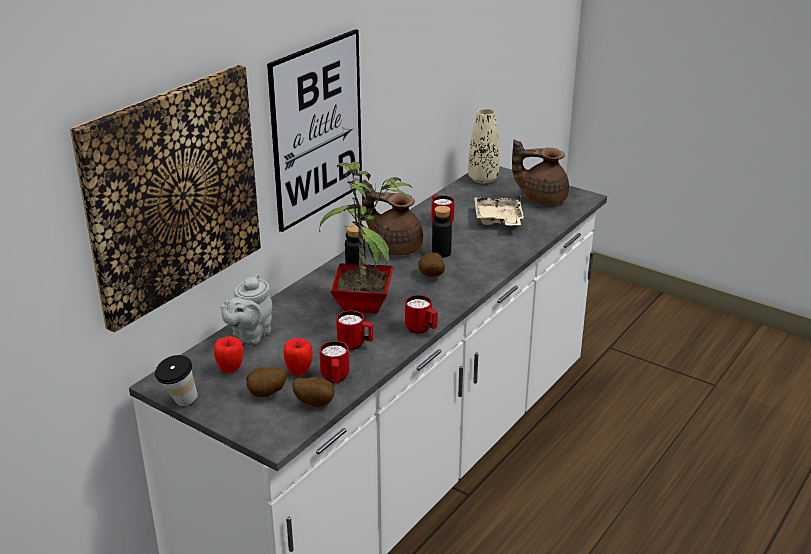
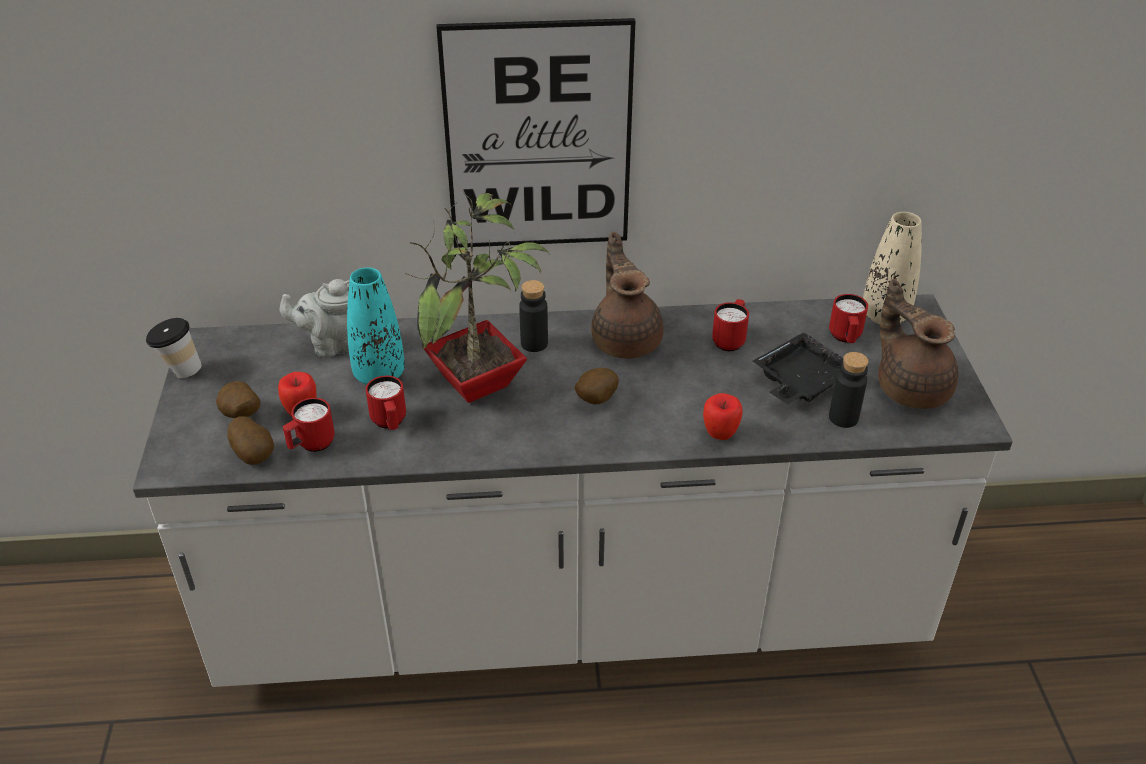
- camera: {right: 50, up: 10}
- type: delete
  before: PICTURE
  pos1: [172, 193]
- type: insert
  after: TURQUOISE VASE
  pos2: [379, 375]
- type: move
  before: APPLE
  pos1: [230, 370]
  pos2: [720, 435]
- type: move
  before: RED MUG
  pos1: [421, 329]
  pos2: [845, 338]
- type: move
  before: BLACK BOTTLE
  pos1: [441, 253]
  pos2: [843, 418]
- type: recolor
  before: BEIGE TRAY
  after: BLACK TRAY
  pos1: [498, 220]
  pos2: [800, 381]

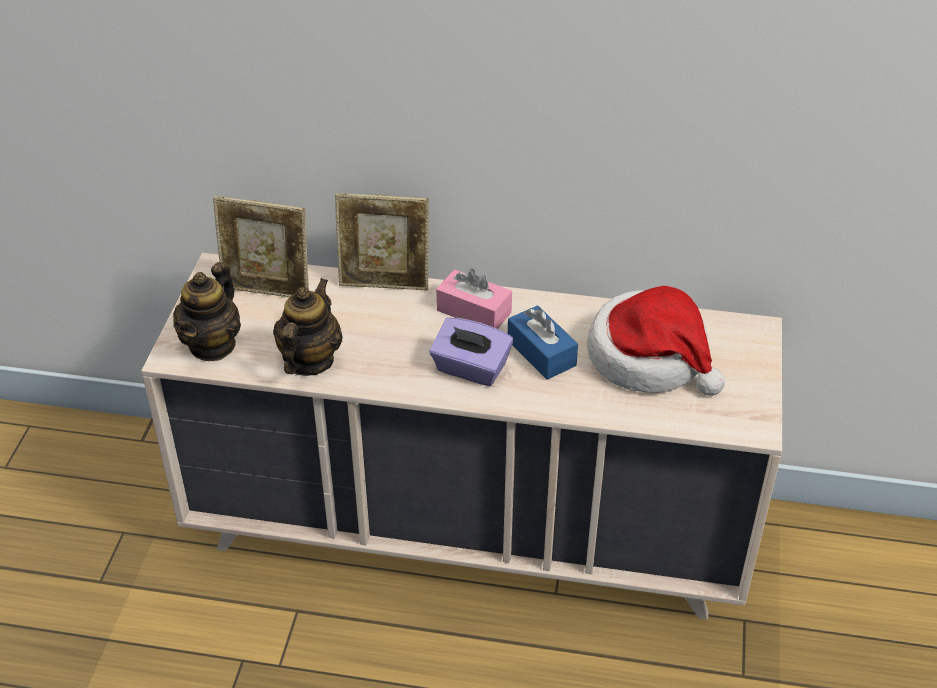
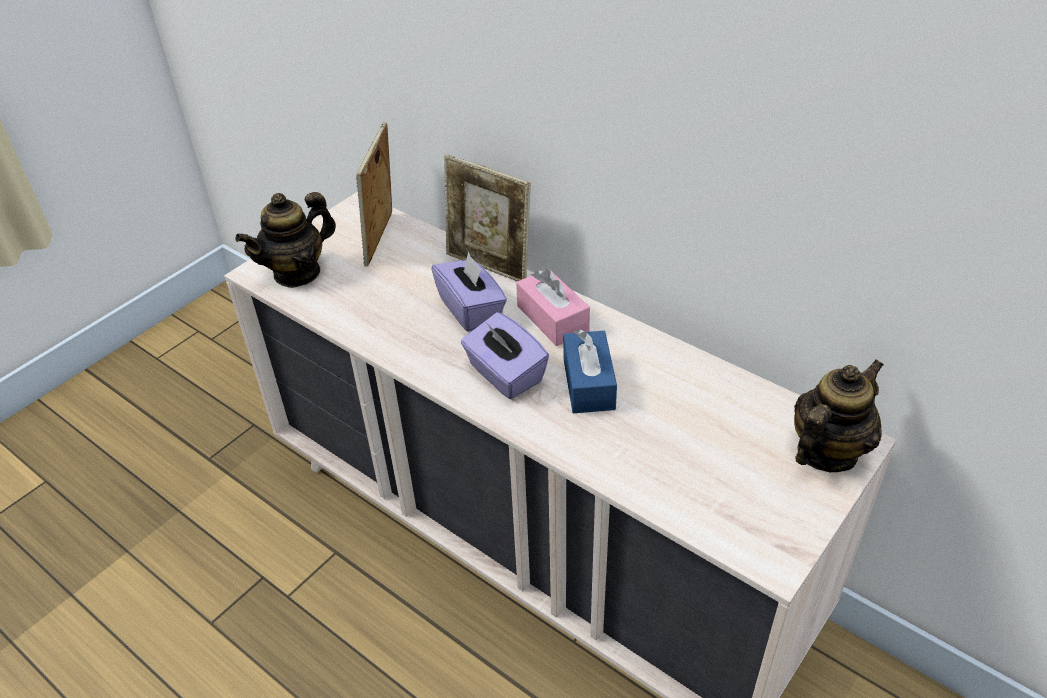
- camera: {right: 30, up: 0}
- type: delete
  before: HAT
  pos1: [650, 358]
- type: insert
  after: PURPLE TISSUE BOX
  pos2: [471, 309]
- type: move
  before: TEAPOT
  pos1: [309, 361]
  pos2: [826, 452]
- type: rotate
  before: PICTURE FRAME
  pos1: [268, 291]
  pos2: [382, 240]
  turn: 60

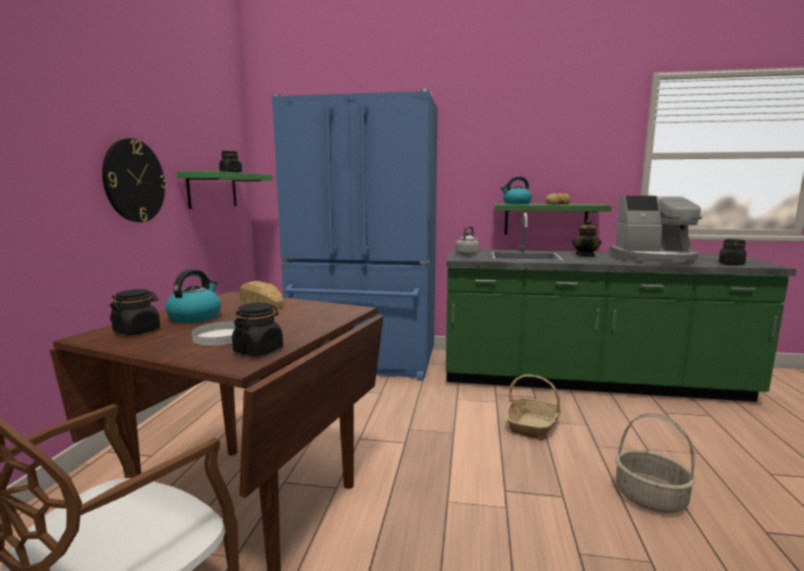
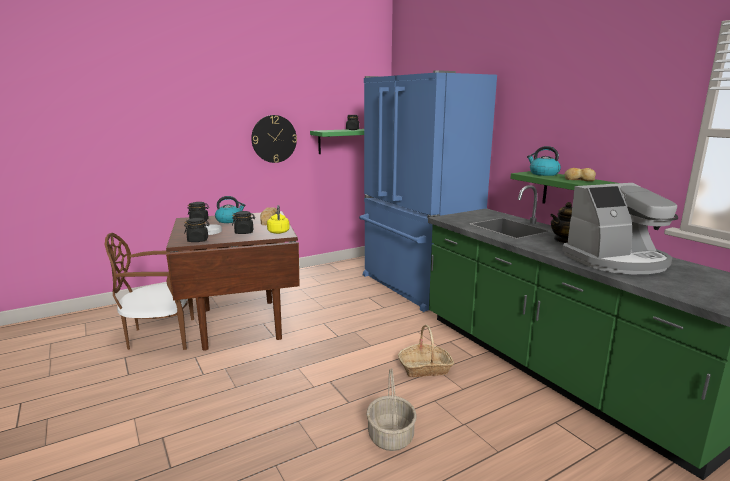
- camera: {right: 50, up: 5}
- type: delete
  before: GREY KETTLE
  pos1: [467, 254]
- type: insert
  after: YELLOW KETTLE
  pos2: [278, 231]
- type: move
  before: BLACK JAR
  pos1: [731, 264]
  pos2: [244, 232]
- type: rotate
  before: COFFEE MACHINE
  pos1: [653, 259]
  pos2: [617, 261]
  turn: -75

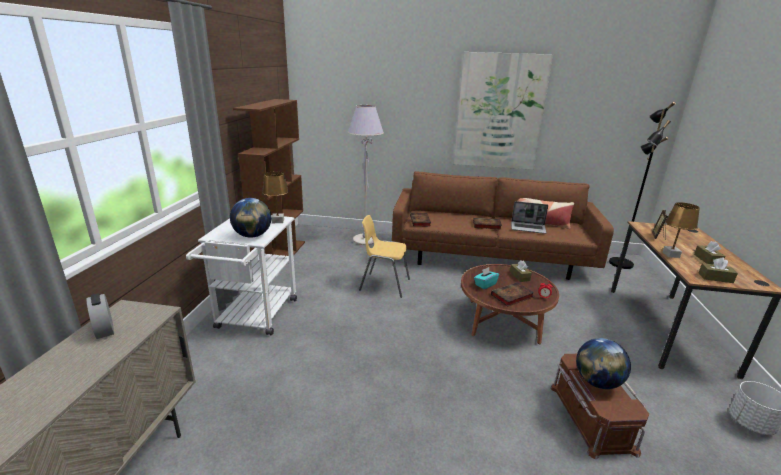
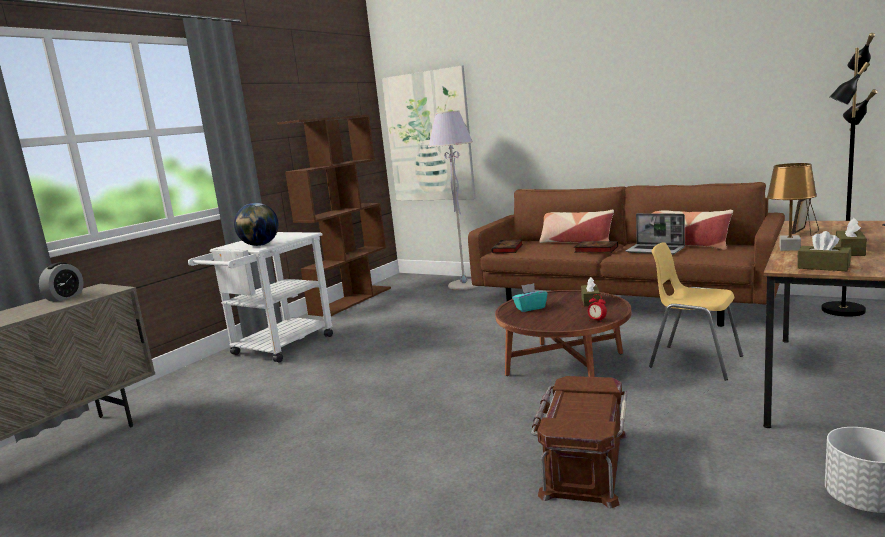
- camera: {right: 25, up: -10}
- type: delete
  before: BROWN TABLE LAMP
  pos1: [278, 221]
- type: delete
  before: BOOK
  pos1: [511, 296]
- type: delete
  before: GLOBE
  pos1: [597, 382]
- type: insert
  after: PILLOW
  pos2: [575, 242]
- type: move
  before: YELLOW CHAIR
  pos1: [384, 285]
  pos2: [694, 362]
- type: move
  before: PICTURE
  pos1: [500, 112]
  pos2: [428, 137]
- type: rotate
  before: ALARM CLOCK
  pos1: [104, 330]
  pos2: [65, 297]
  turn: -150

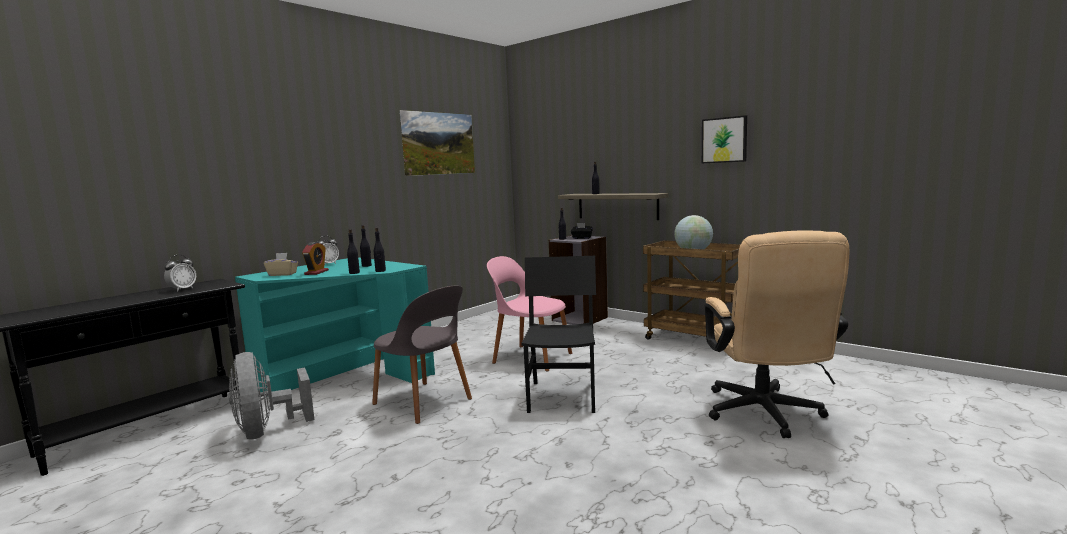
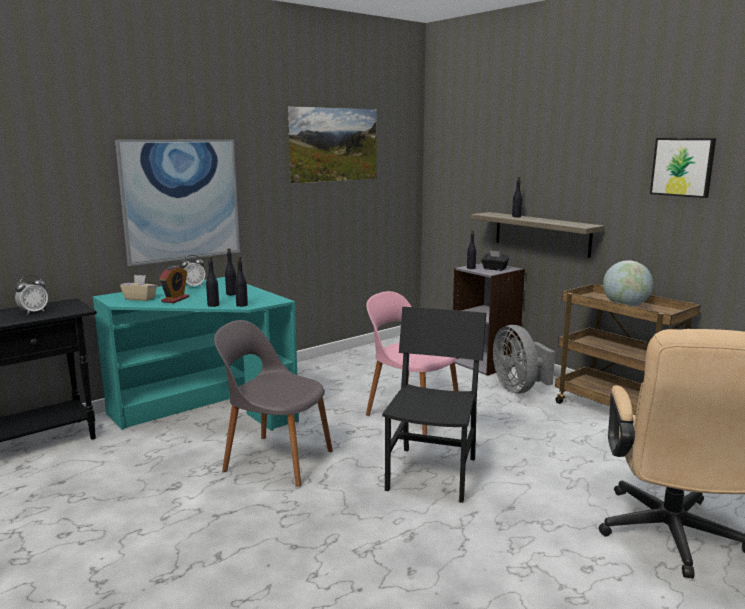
- camera: {right: 10, up: 5}
- type: insert
  after: PICTURE
  pos2: [181, 200]
- type: move
  before: GREY FAN
  pos1: [267, 431]
  pos2: [519, 389]
- type: rotate
  before: GREY CHAIR
  pos1: [423, 402]
  pos2: [276, 459]
  turn: 150

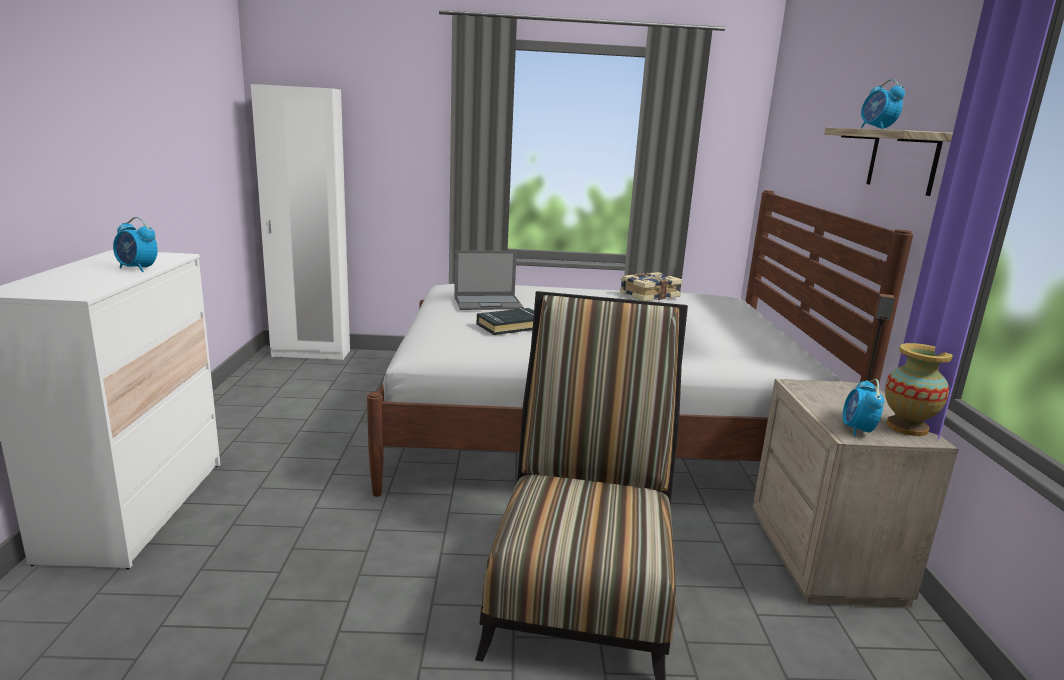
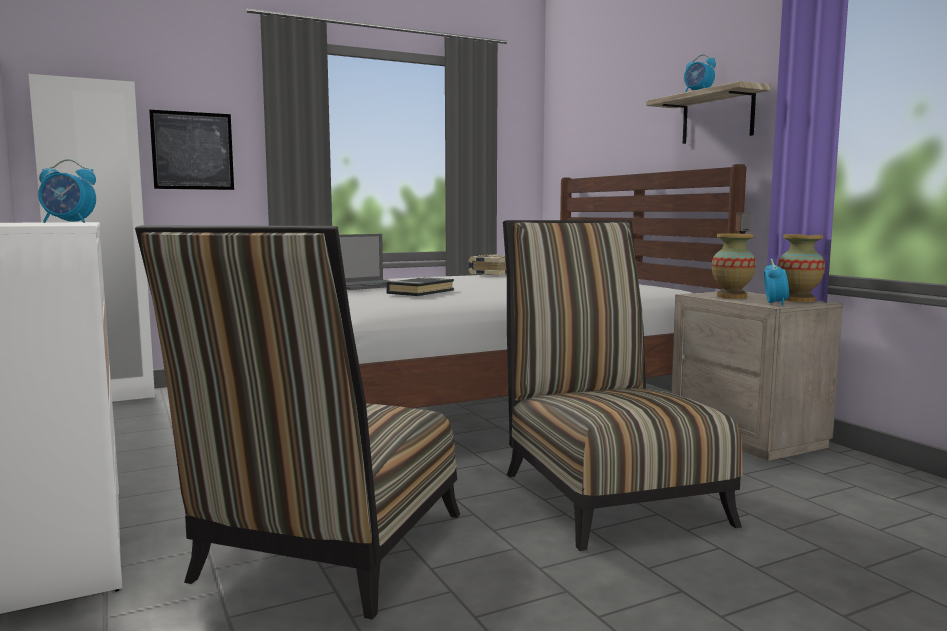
- camera: {right: -25, up: -10}
- type: insert
  after: CHAIR
  pos2: [325, 553]
- type: insert
  after: PICTURE
  pos2: [192, 151]
- type: insert
  after: VASE
  pos2: [732, 297]
- type: rotate
  before: ALARM CLOCK
  pos1: [857, 430]
  pos2: [775, 303]
  turn: -150

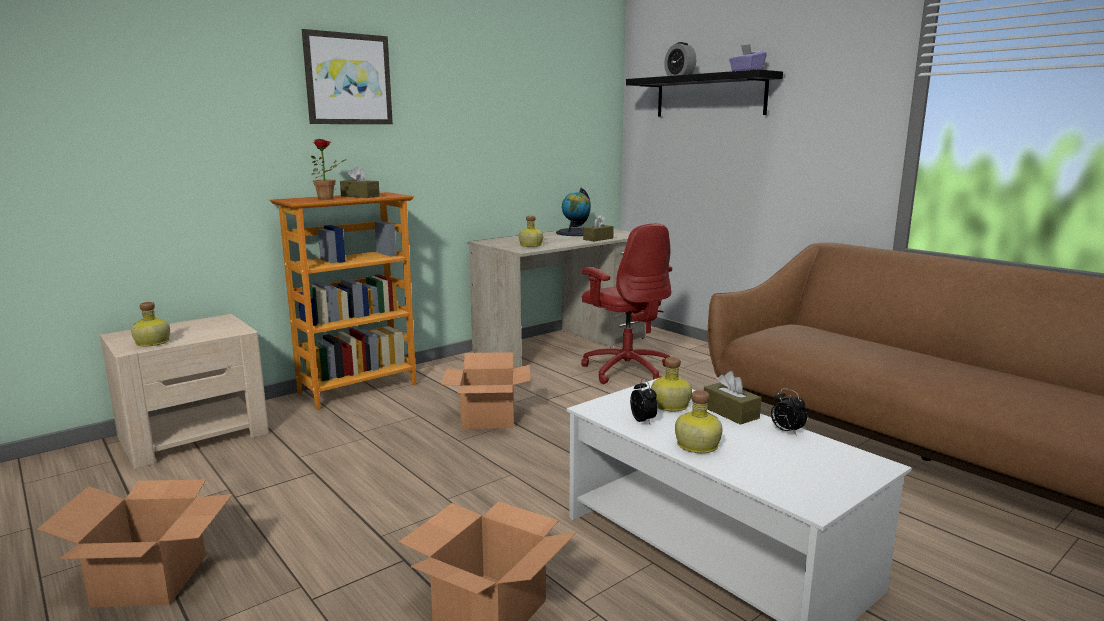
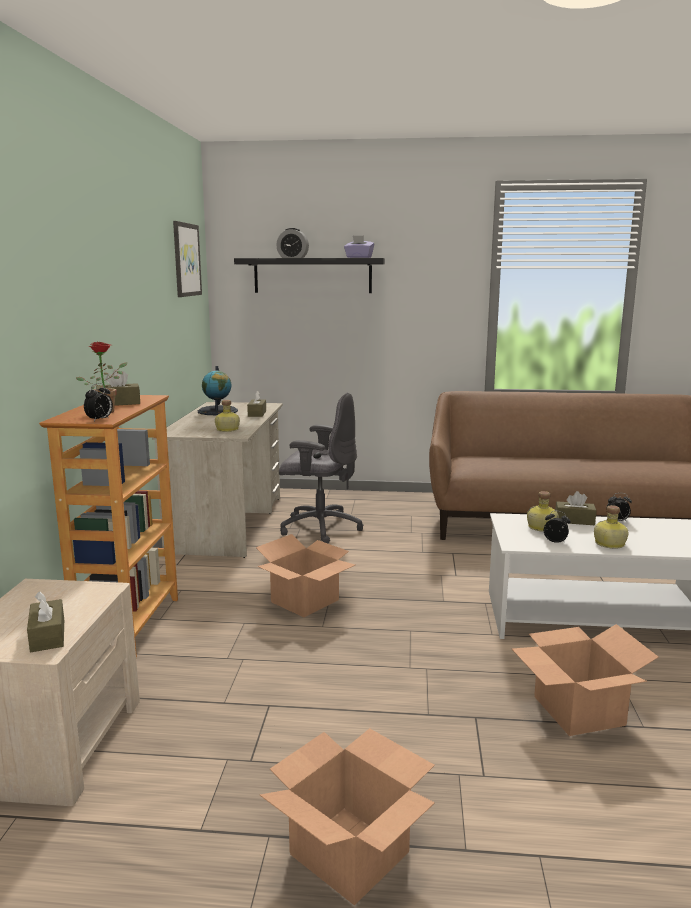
- camera: {right: -45, up: 0}
- type: insert
  after: ALARM CLOCK
  pos2: [100, 420]
- type: move
  before: PICTURE
  pos1: [348, 79]
  pos2: [186, 260]
- type: replace
  before: BOTTLE
  after: BROWN TISSUE BOX
  pos1: [152, 343]
  pos2: [47, 636]
- type: recolor
  before: RED OFFICE CHAIR
  after: GREY OFFICE CHAIR
  pos1: [626, 370]
  pos2: [319, 528]

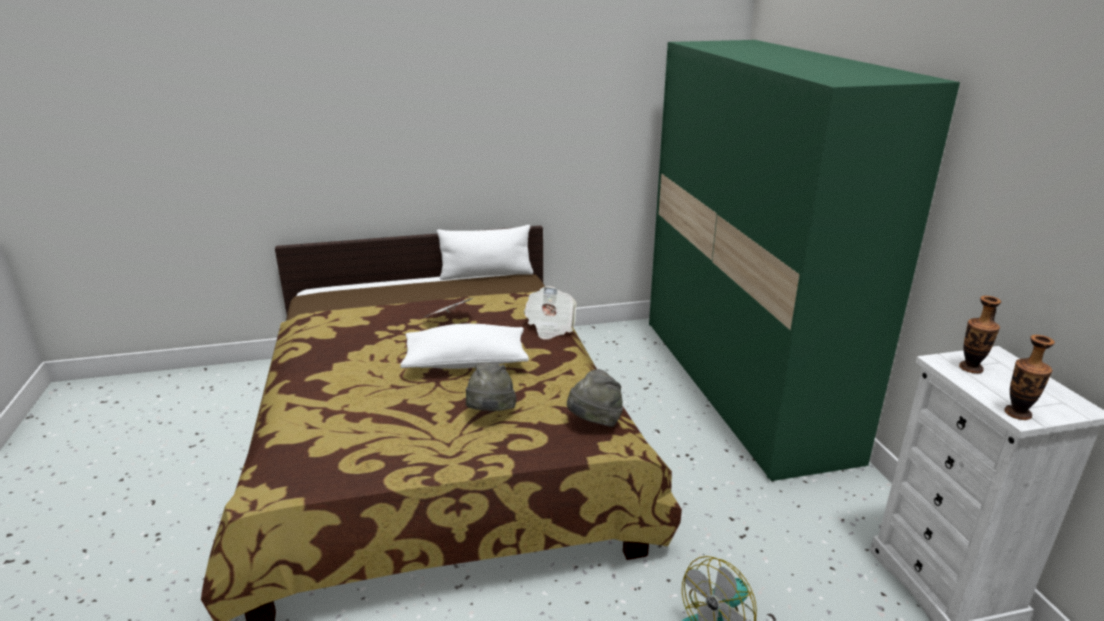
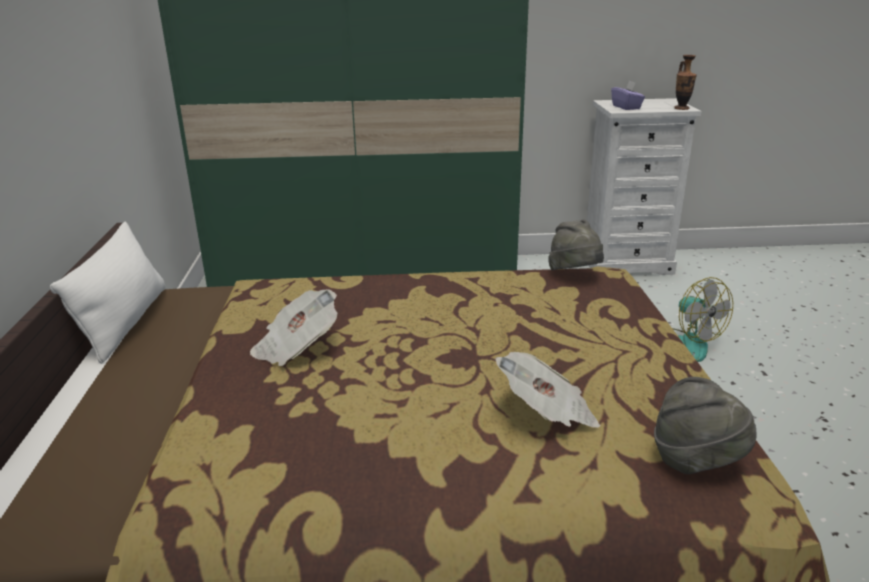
- camera: {right: -80, up: 0}
- type: delete
  before: WHITE PILLOW
  pos1: [466, 362]
- type: move
  before: GREY HAT
  pos1: [490, 413]
  pos2: [696, 461]
- type: move
  before: NEWSPAPER
  pos1: [550, 326]
  pos2: [547, 413]
- type: replace
  before: VASE
  after: PURPLE TISSUE BOX
  pos1: [970, 368]
  pos2: [626, 107]

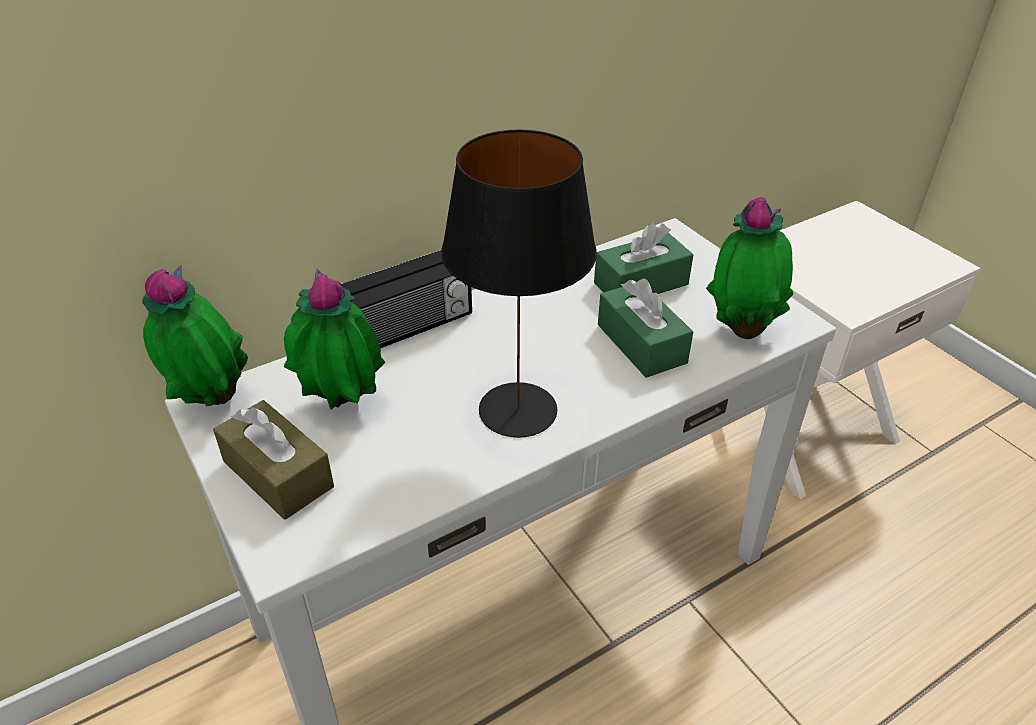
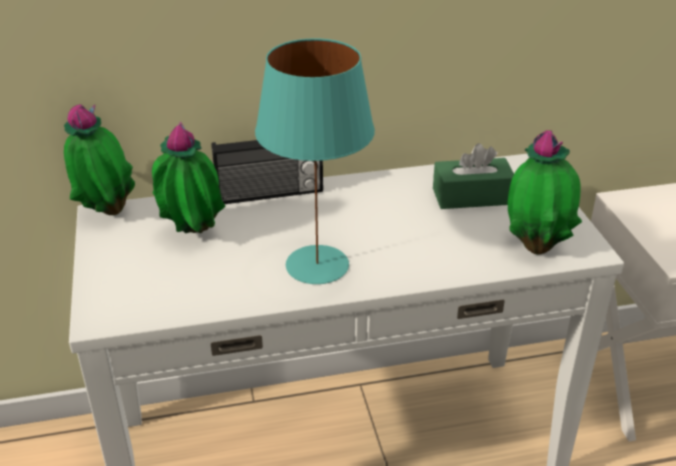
- camera: {right: 20, up: -5}
- type: delete
  before: BROWN TISSUE BOX
  pos1: [278, 474]
- type: delete
  before: GREEN TISSUE BOX
  pos1: [641, 343]
- type: recolor
  before: BLACK TABLE LAMP
  after: TURQUOISE TABLE LAMP
  pos1: [516, 409]
  pos2: [316, 264]

